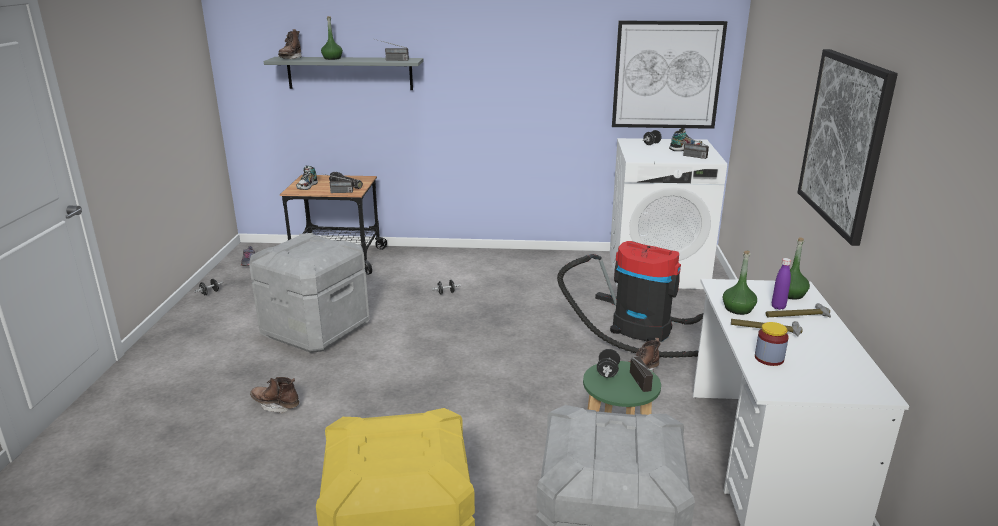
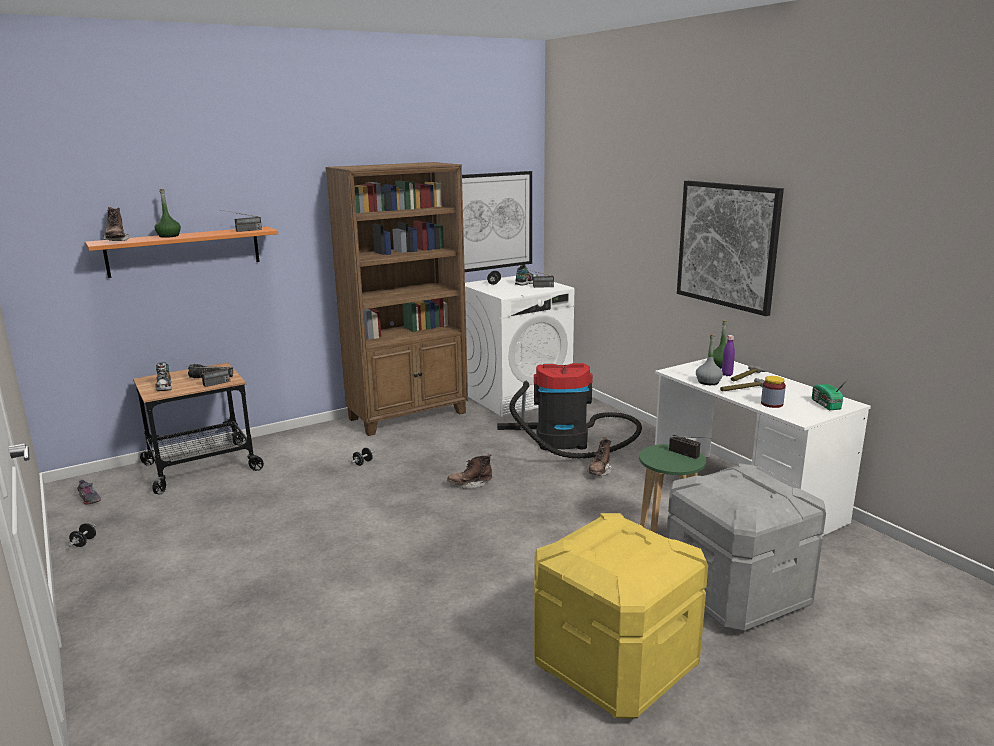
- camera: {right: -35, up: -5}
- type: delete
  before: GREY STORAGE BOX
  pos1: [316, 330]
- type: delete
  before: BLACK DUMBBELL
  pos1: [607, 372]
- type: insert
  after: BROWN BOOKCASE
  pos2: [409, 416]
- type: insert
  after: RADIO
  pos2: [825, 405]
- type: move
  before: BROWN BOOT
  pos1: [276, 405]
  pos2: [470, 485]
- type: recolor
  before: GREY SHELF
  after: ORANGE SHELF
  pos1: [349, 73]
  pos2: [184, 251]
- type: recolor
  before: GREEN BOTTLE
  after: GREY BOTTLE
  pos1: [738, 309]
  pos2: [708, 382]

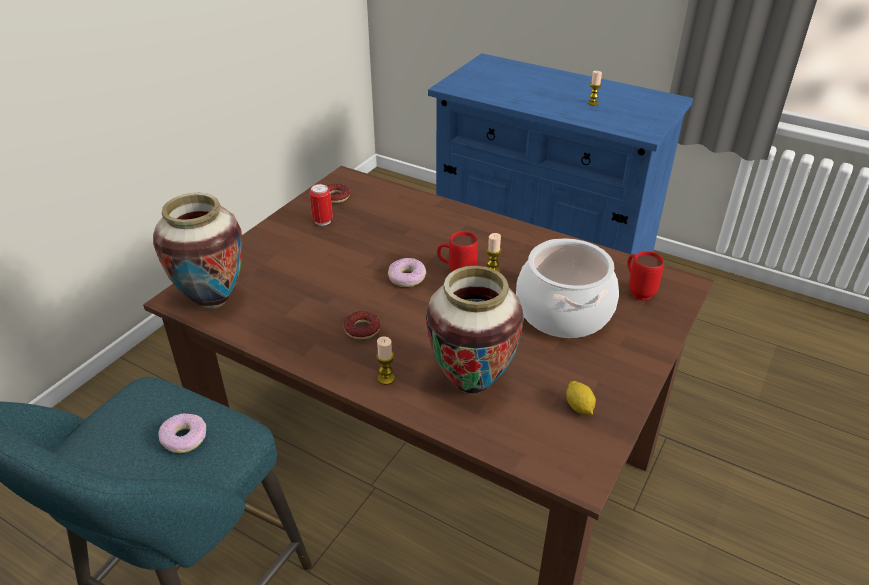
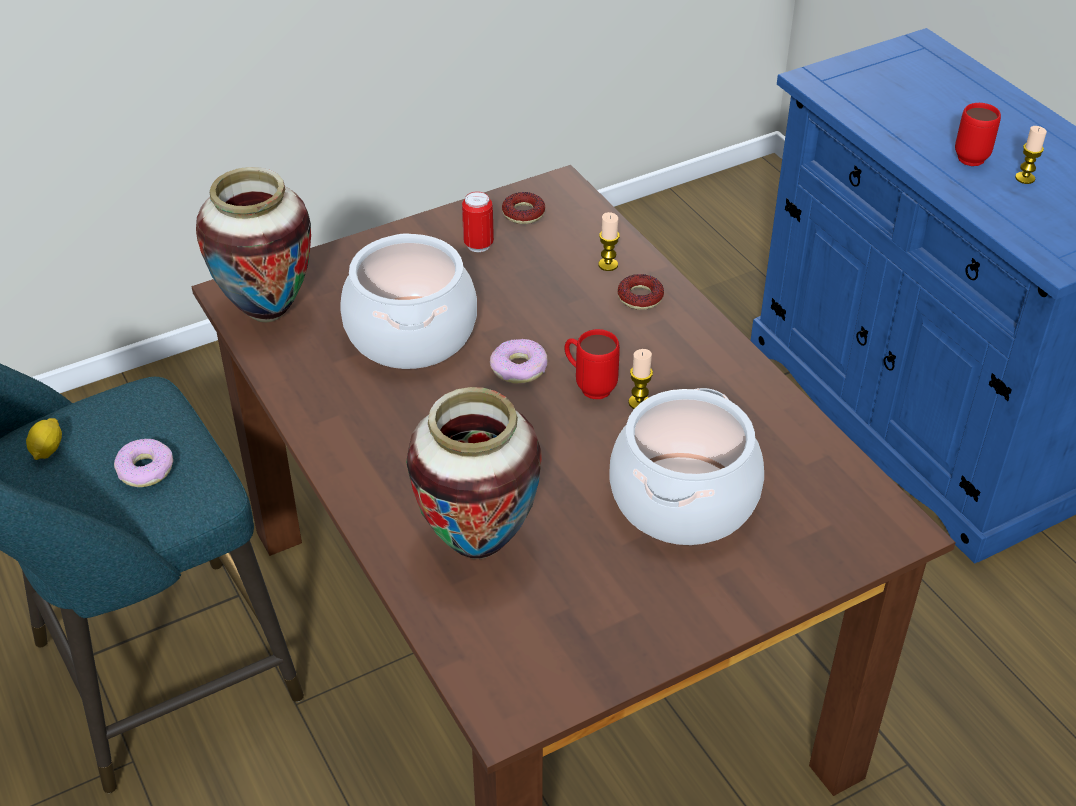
- camera: {right: 30, up: 5}
- type: insert
  after: COOKING POT
  pos2: [410, 333]
- type: move
  before: DONUT
  pos1: [362, 329]
  pos2: [640, 297]
- type: move
  before: CANDLE
  pos1: [386, 378]
  pos2: [608, 265]
- type: move
  before: LEMON
  pos1: [579, 406]
  pos2: [47, 449]
- type: move
  before: RED MUG
  pos1: [637, 291]
  pos2: [969, 155]

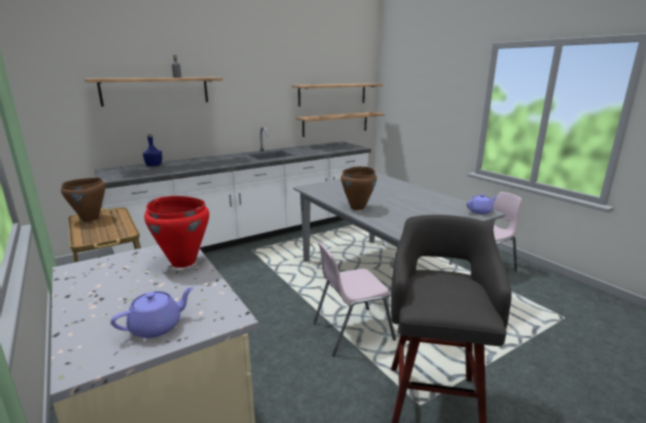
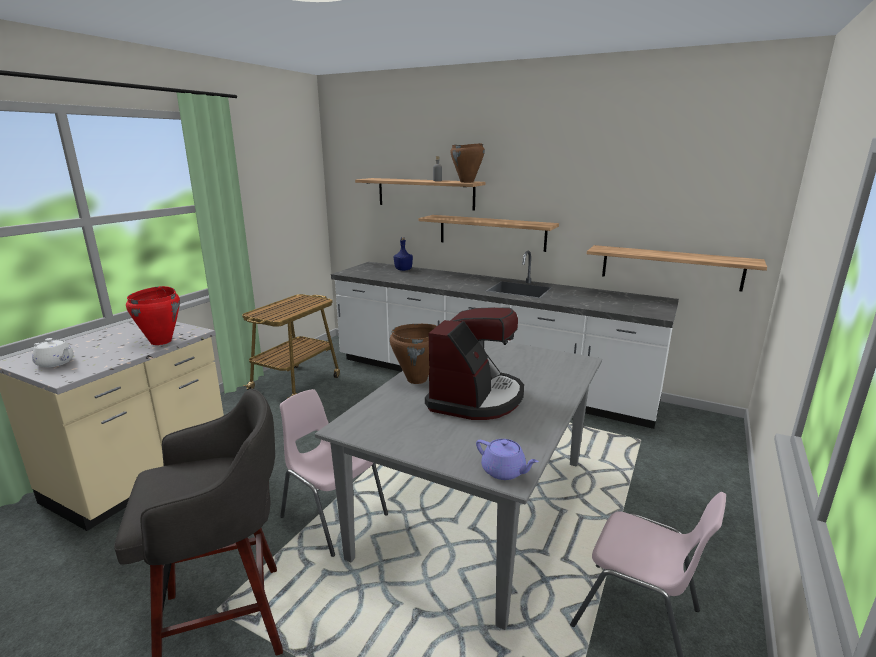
- camera: {right: 60, up: 0}
- type: insert
  after: COFFEE MACHINE
  pos2: [476, 398]
- type: move
  before: BROWN COOKING POT
  pos1: [90, 219]
  pos2: [467, 182]
- type: move
  before: SHELF
  pos1: [332, 94]
  pos2: [491, 232]
- type: recolor
  before: PURPLE TEAPOT
  after: WHITE TEAPOT
  pos1: [157, 326]
  pos2: [56, 363]

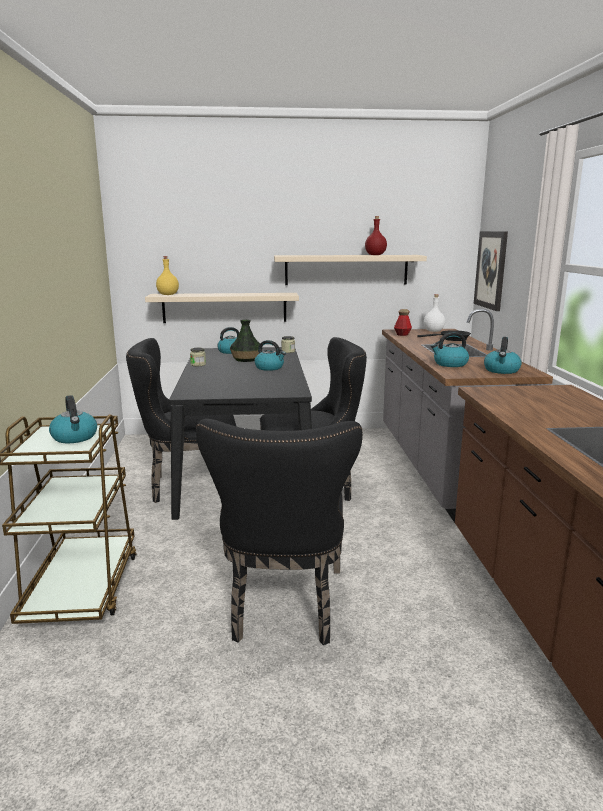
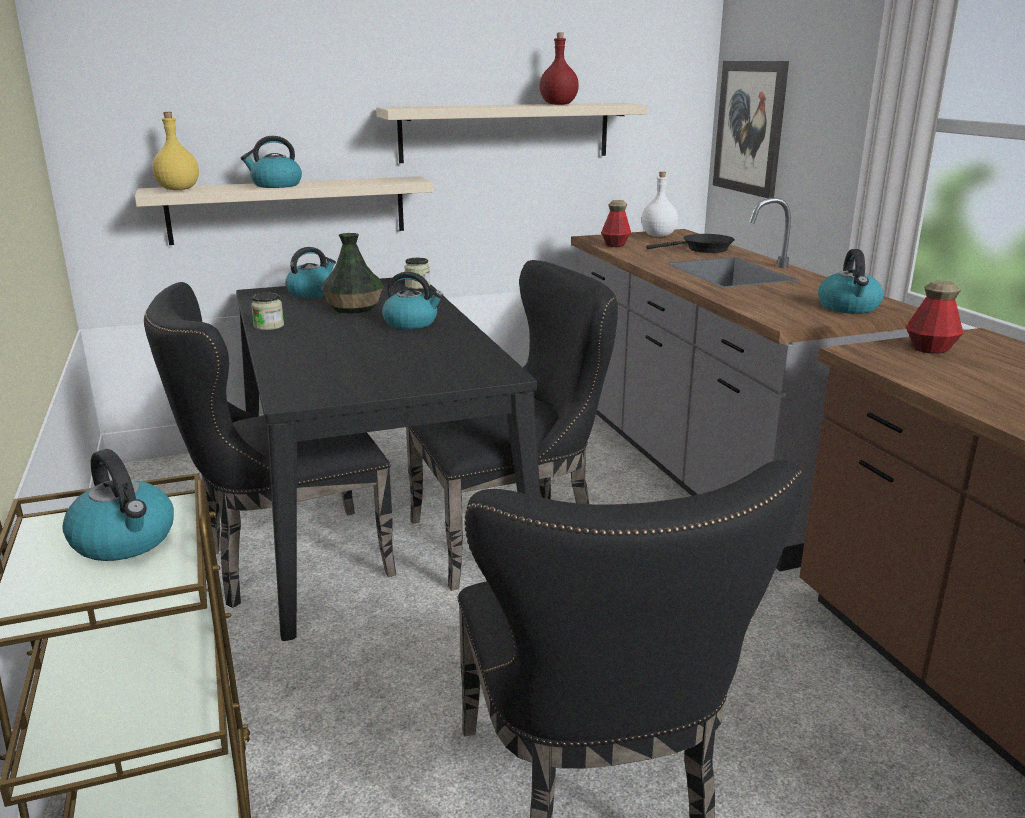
- camera: {right: -15, up: 5}
- type: insert
  after: BOTTLE
  pos2: [930, 349]
- type: move
  before: KETTLE
  pos1: [450, 364]
  pos2: [276, 185]

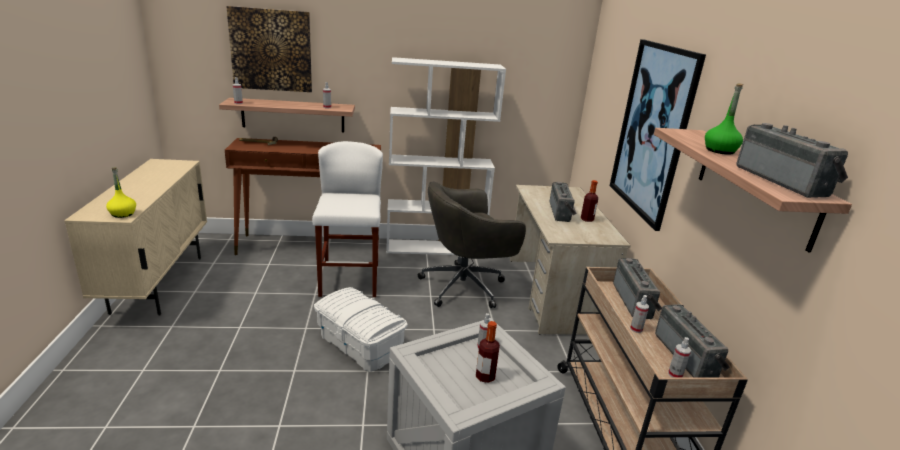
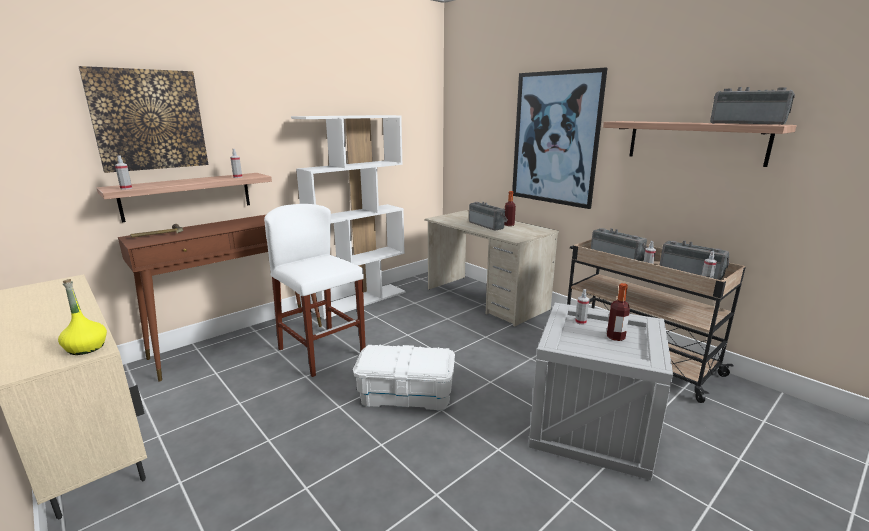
- camera: {right: -35, up: -5}
- type: delete
  before: GREY OFFICE CHAIR
  pos1: [465, 286]
- type: delete
  before: GREEN BOTTLE
  pos1: [720, 151]

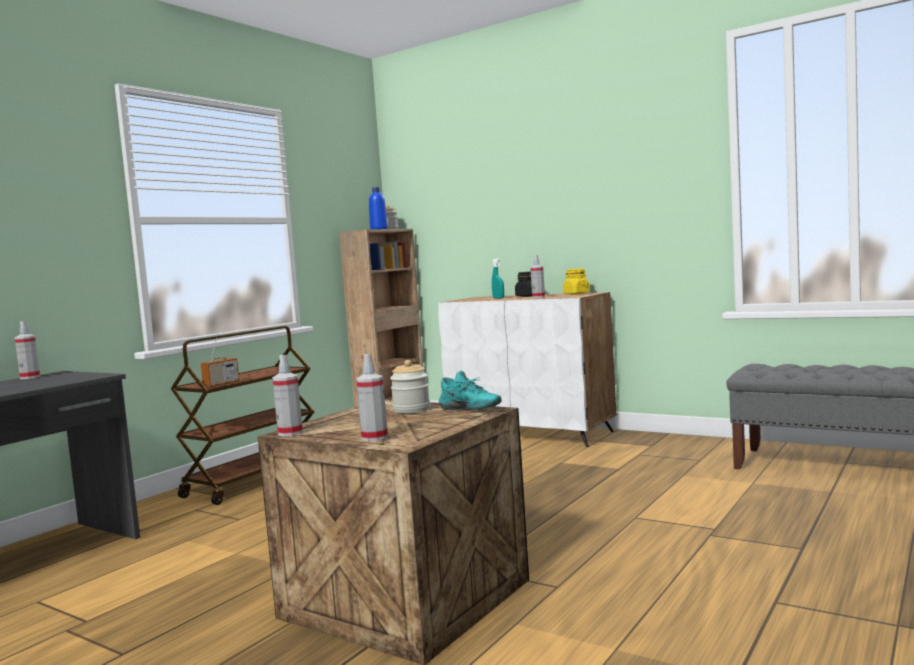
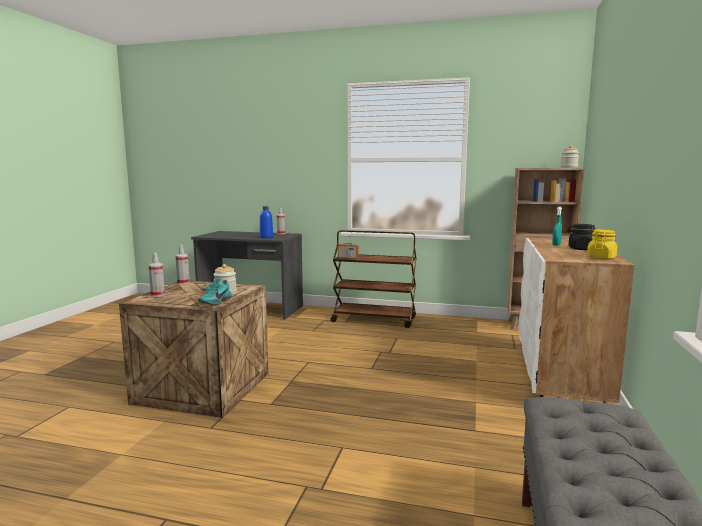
- camera: {right: 70, up: 5}
- type: delete
  before: SPRAY BOTTLE
  pos1: [538, 297]
- type: move
  before: BLUE BOTTLE
  pos1: [379, 229]
  pos2: [266, 237]

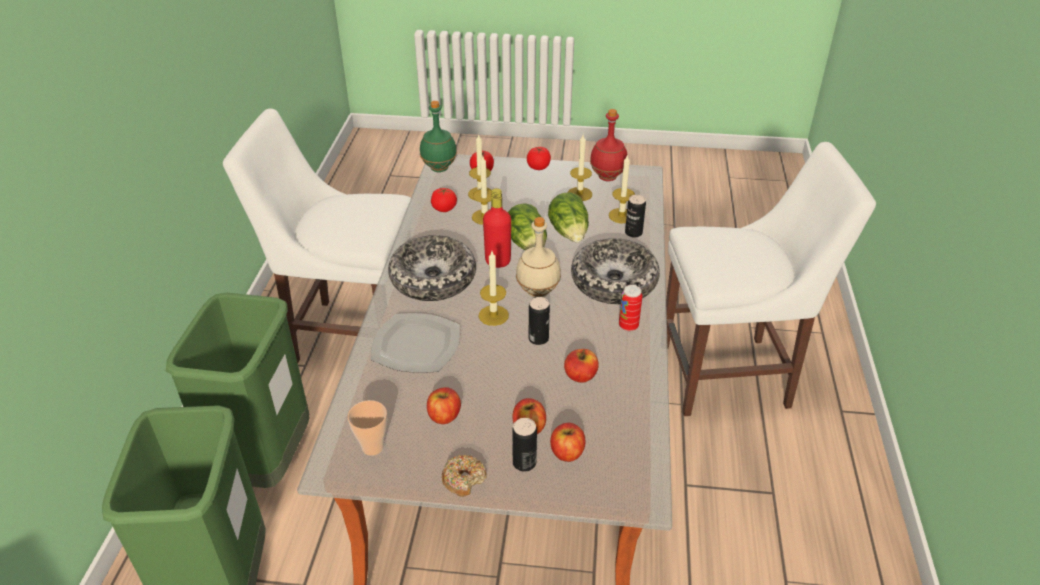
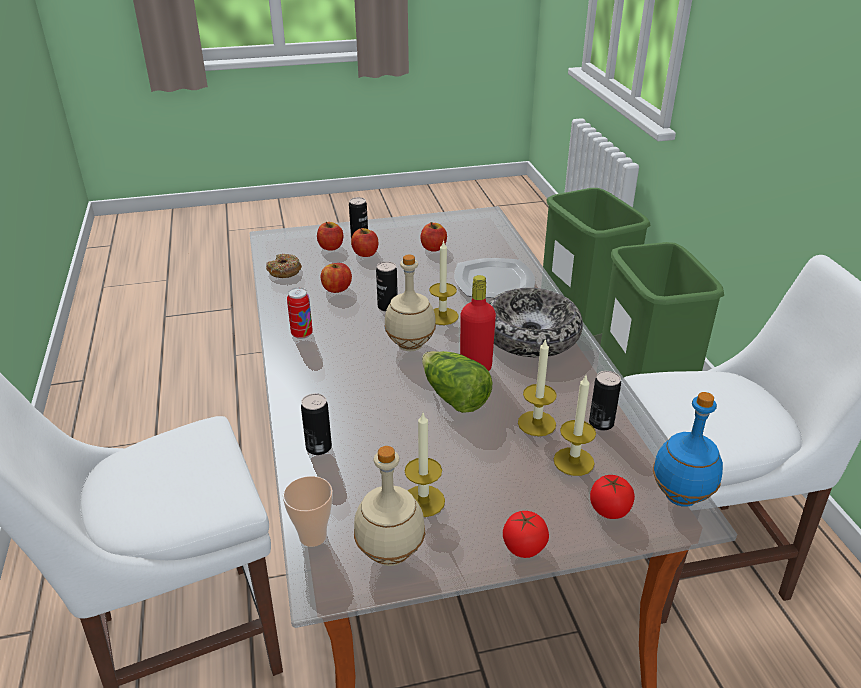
- camera: {right: 160, up: -5}
- type: delete
  before: LETTUCE
  pos1: [570, 233]
- type: delete
  before: BOWL
  pos1: [614, 282]
- type: delete
  before: CANDLE
  pos1: [621, 215]
- type: move
  before: CUP
  pos1: [372, 447]
  pos2: [313, 536]
- type: move
  before: DONUT
  pos1: [464, 479]
  pos2: [284, 271]
- type: replace
  before: TOMATO
  after: CAN
  pos1: [444, 208]
  pos2: [601, 423]
- type: recolor
  before: GREEN BOTTLE
  after: BLUE BOTTLE
  pos1: [440, 168]
  pos2: [679, 496]
- type: recolor
  before: RED BOTTLE
  after: BEIGE BOTTLE
  pos1: [607, 177]
  pos2: [391, 555]

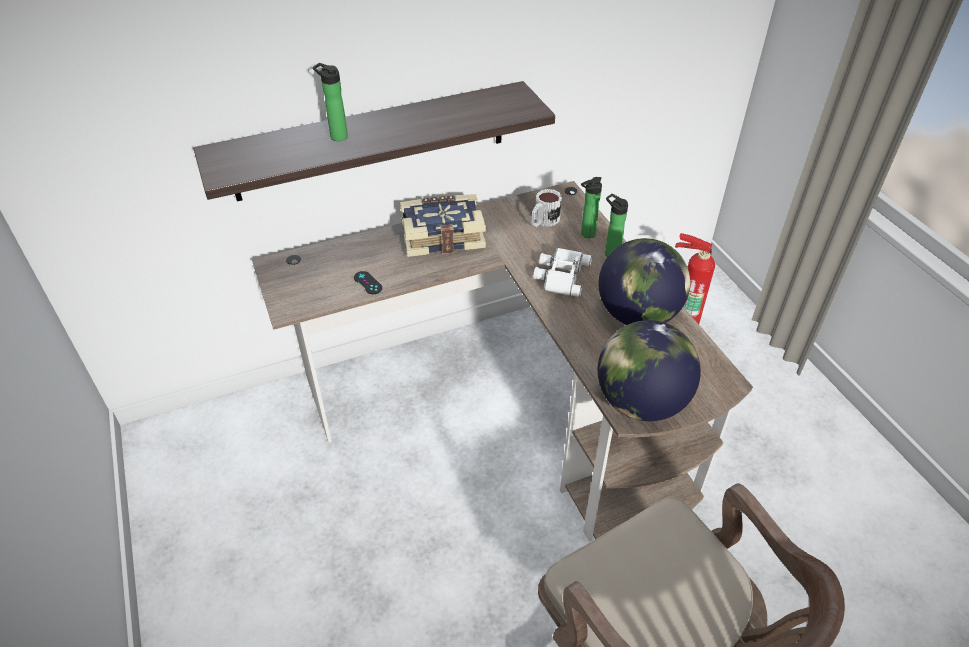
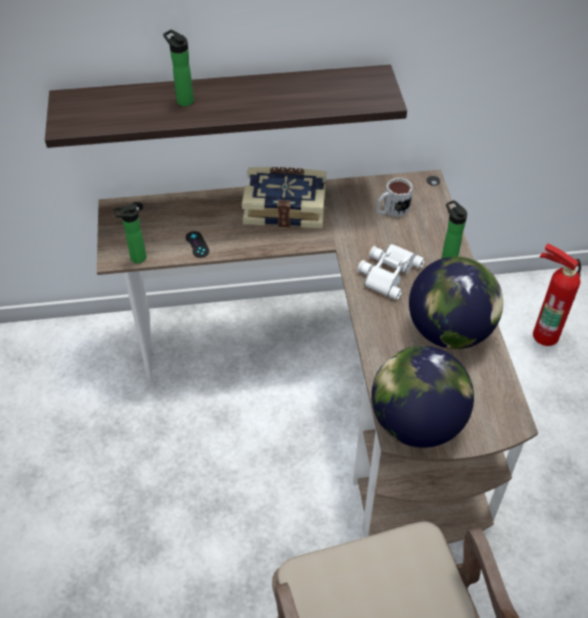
- camera: {right: 15, up: 5}
- type: move
  before: BOTTLE
  pos1: [586, 234]
  pos2: [135, 258]

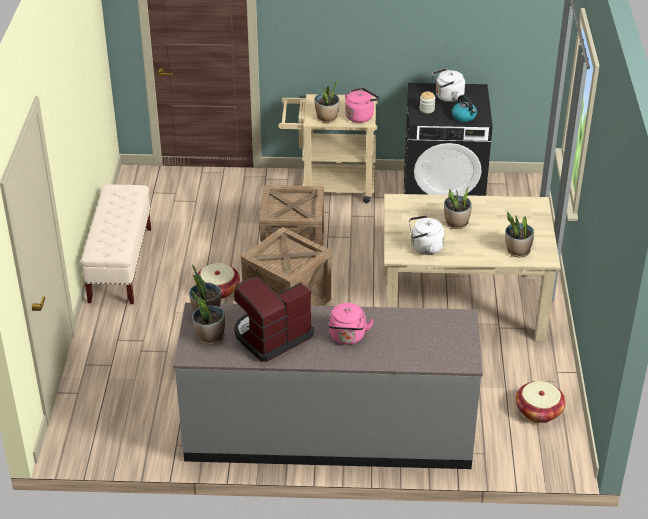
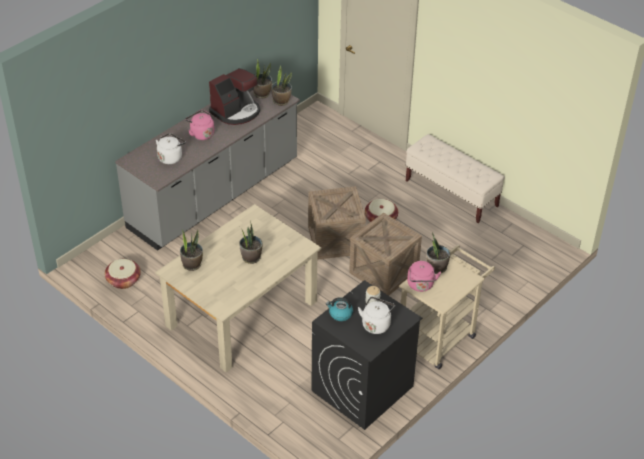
- camera: {right: 130, up: 5}
- type: move
  before: WHITE KETTLE
  pos1: [424, 248]
  pos2: [171, 157]
- type: rotate
  before: COFFEE MACHINE
  pos1: [271, 336]
  pos2: [236, 112]
  turn: 45

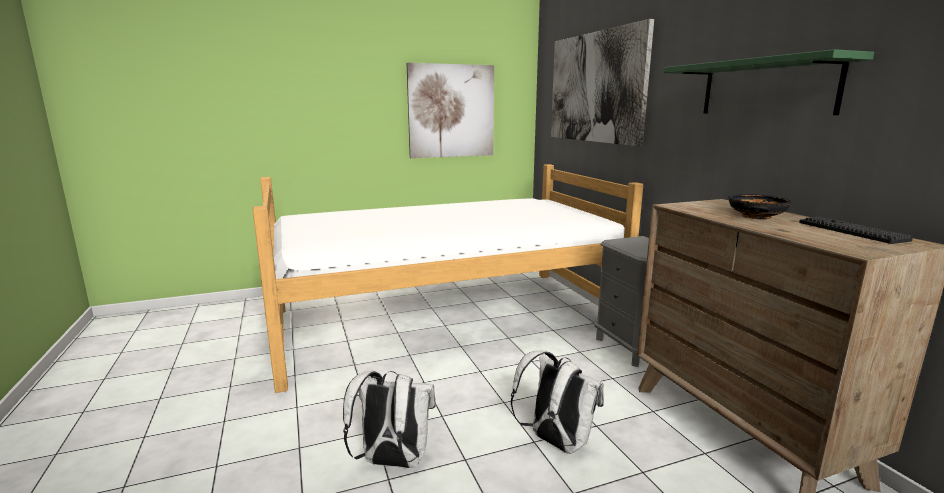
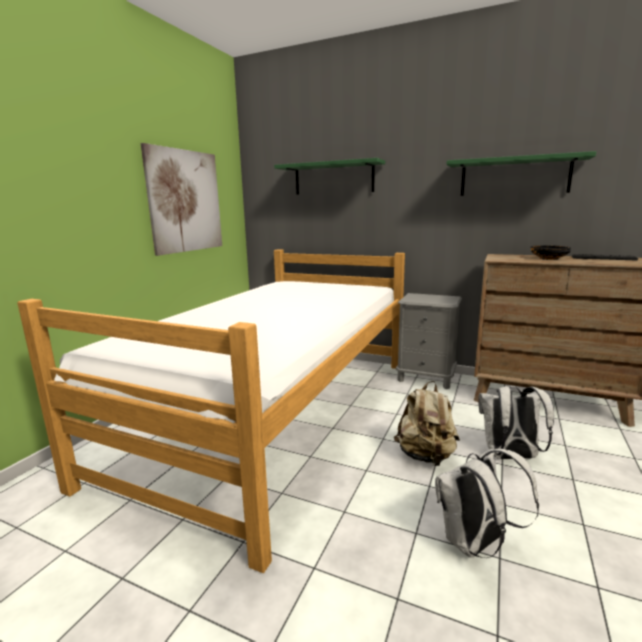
- camera: {right: -45, up: 0}
- type: insert
  after: BEIGE BACKPACK
  pos2: [425, 456]
- type: replace
  before: PICTURE
  after: GREEN SHELF
  pos1: [595, 87]
  pos2: [333, 178]

